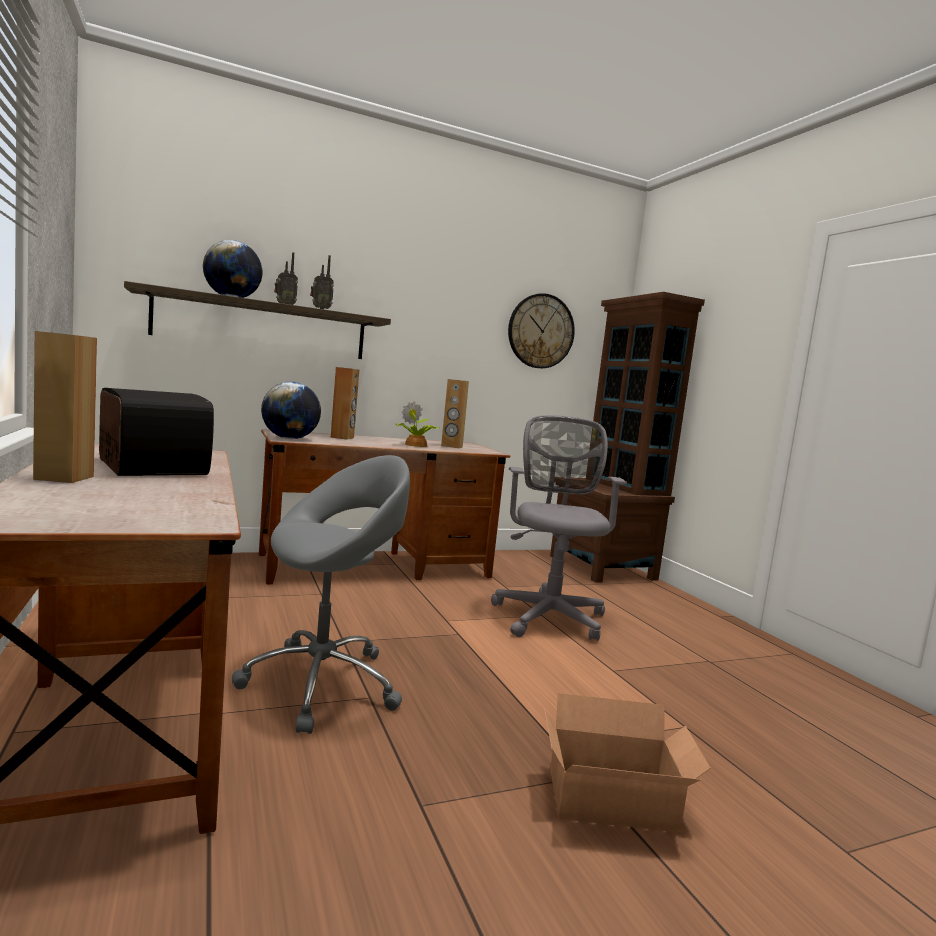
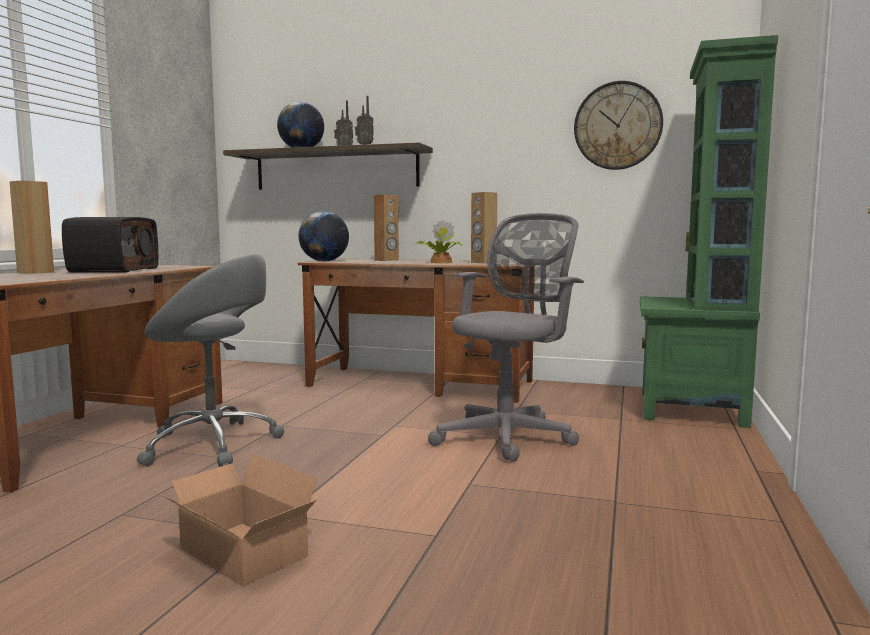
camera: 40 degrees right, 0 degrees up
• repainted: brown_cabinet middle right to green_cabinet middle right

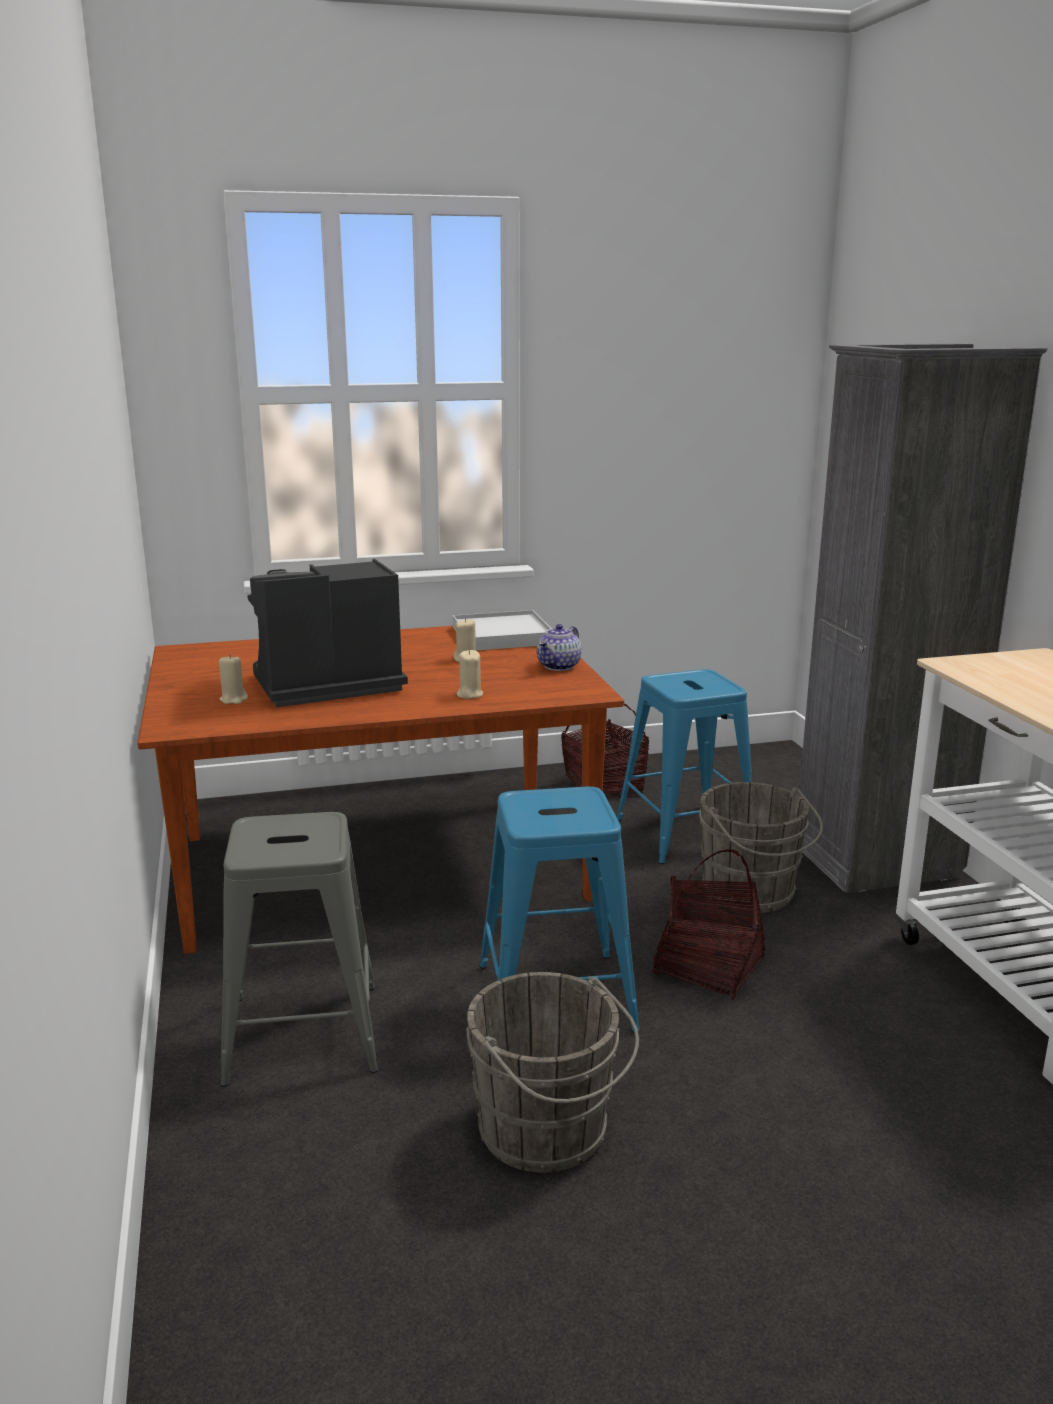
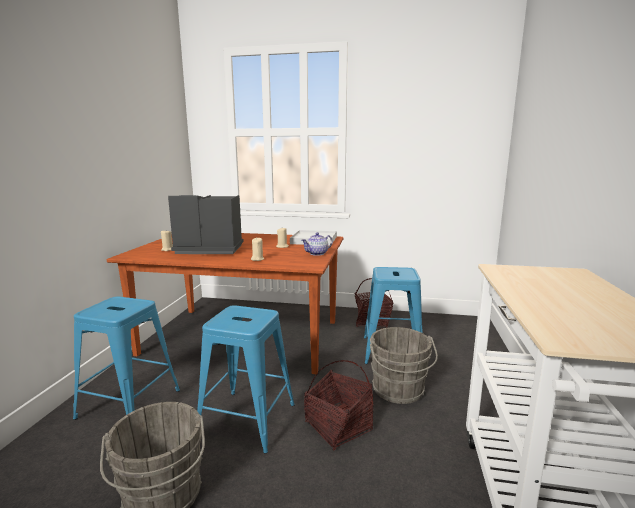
camera: 25 degrees right, 5 degrees down
• repainted: grey_stool bottom left to blue_stool (no. 1 from left) bottom left
• gone: grey_cabinet middle right

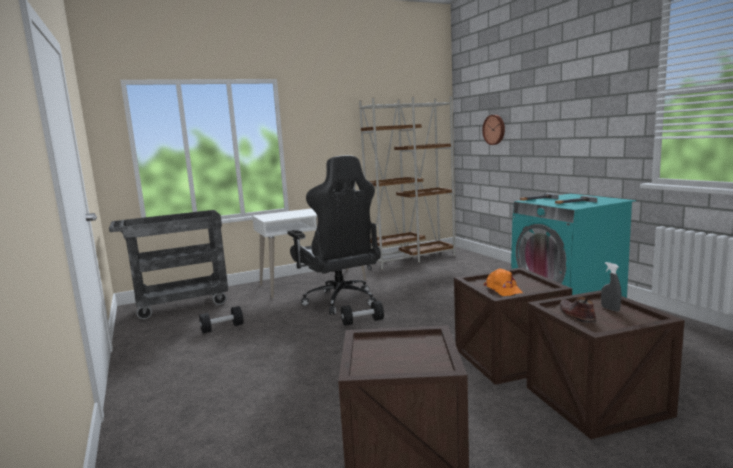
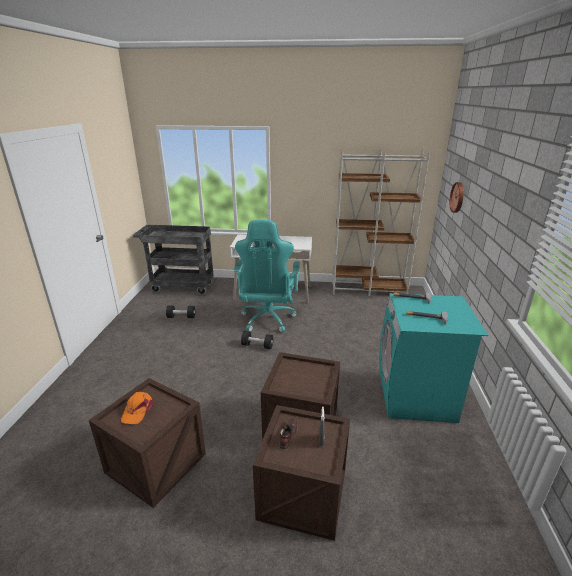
camera: 30 degrees right, 15 degrees up
• repainted: black_office_chair centre to turquoise_office_chair centre
• shifted: orange_cap middle right to bottom left

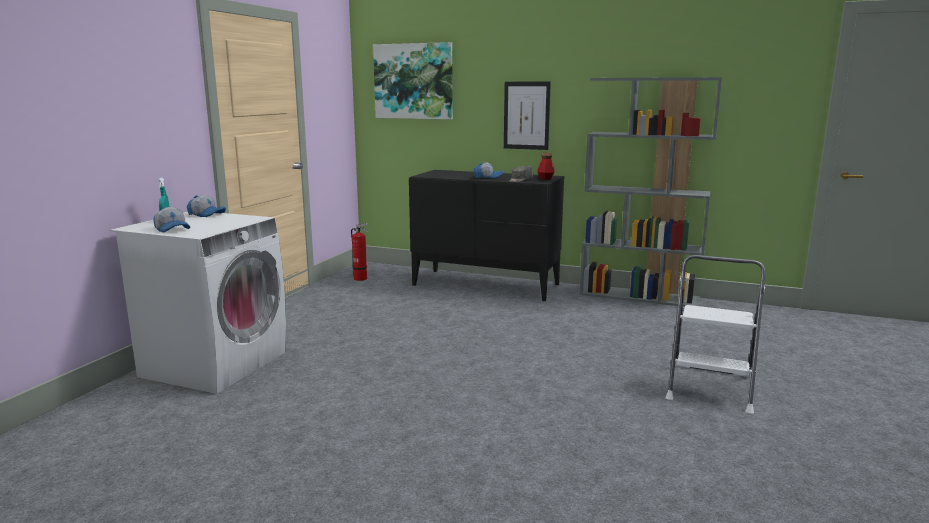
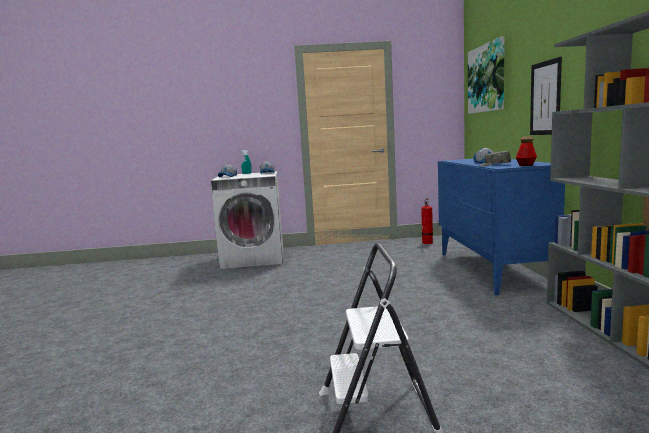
camera: 65 degrees right, 5 degrees down
• repainted: black_cabinet centre to blue_cabinet middle right

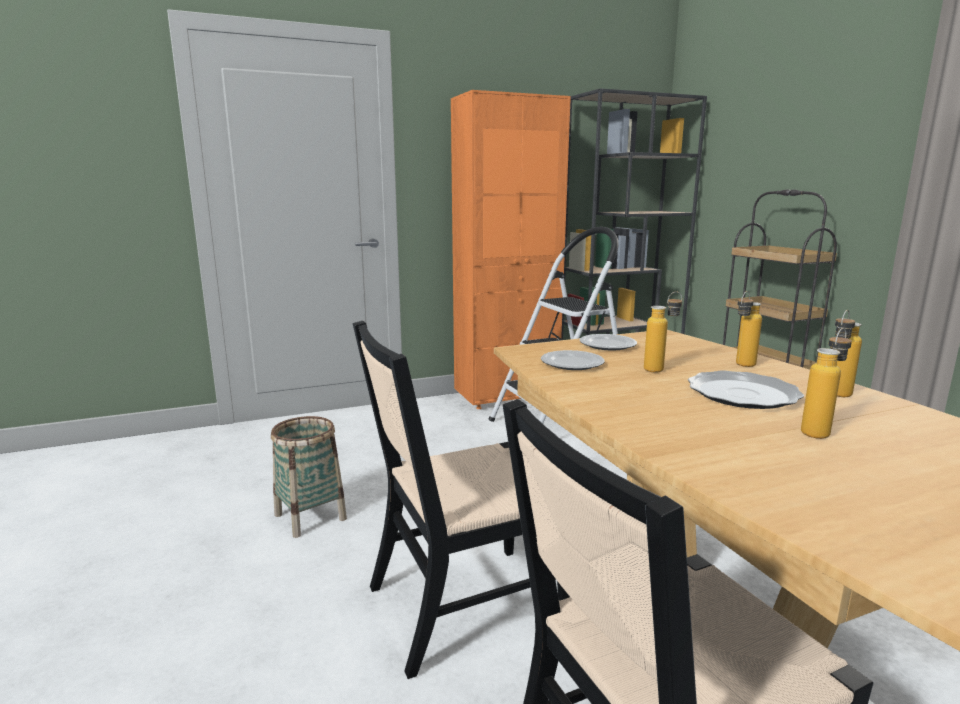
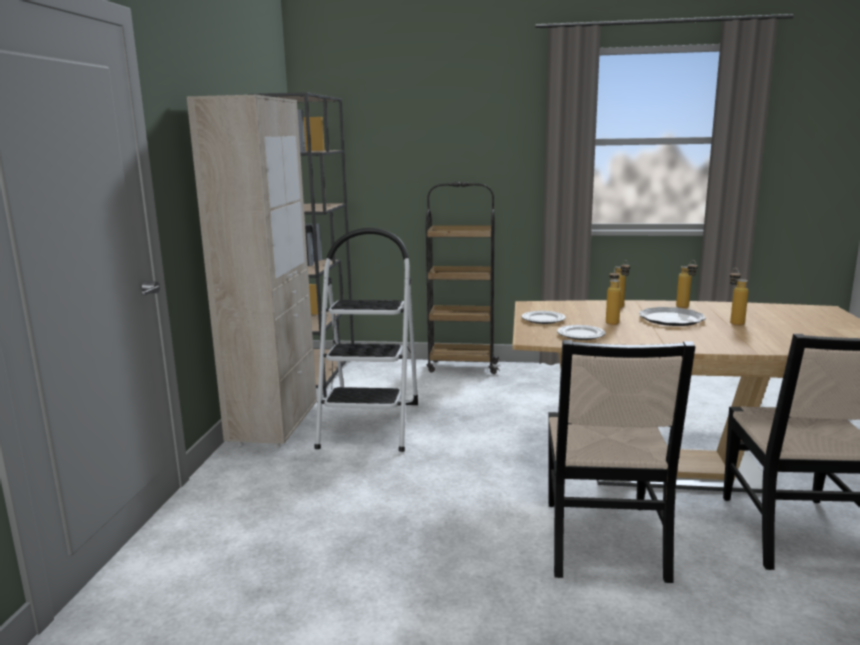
camera: 60 degrees left, 0 degrees up
• gone: basket bottom left
• repainted: orange_cabinet centre to beige_cabinet middle left

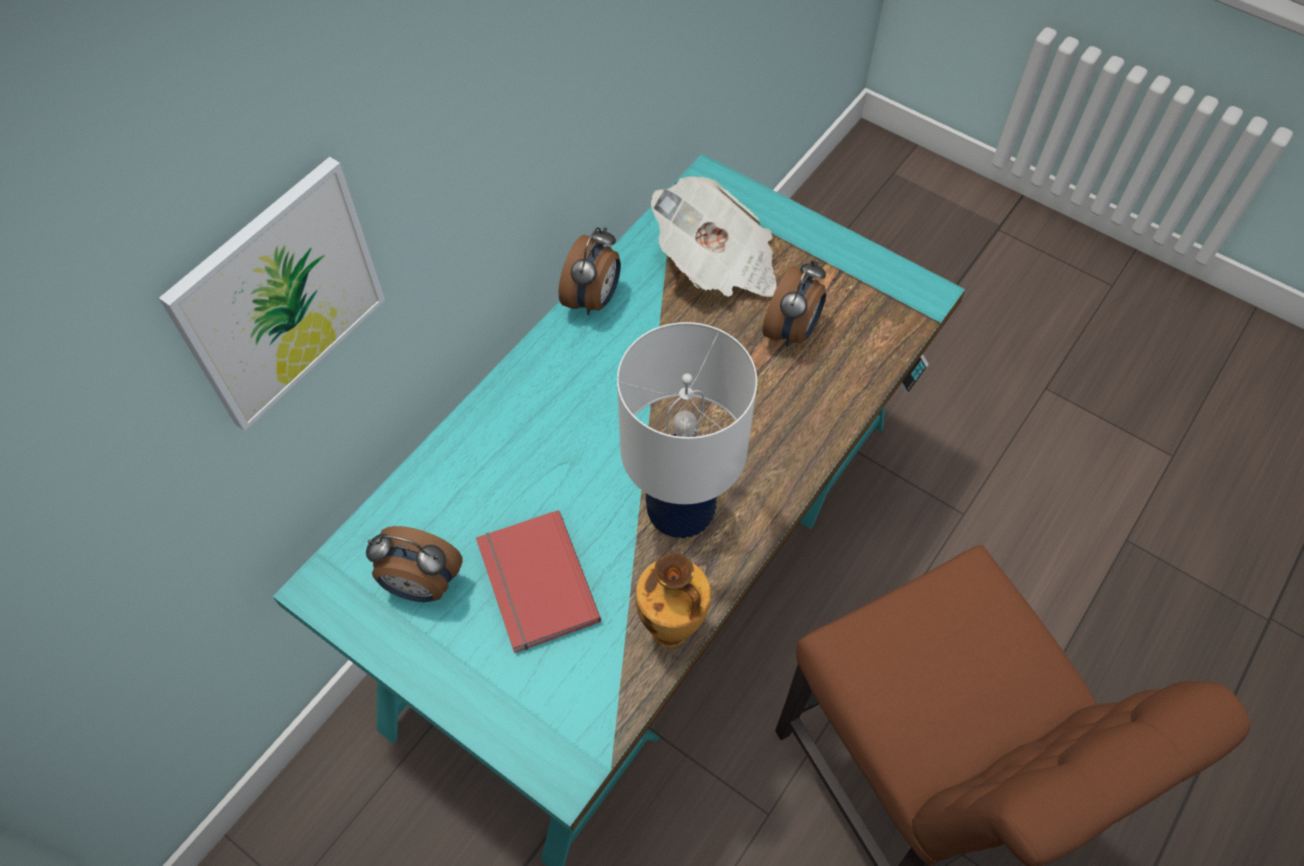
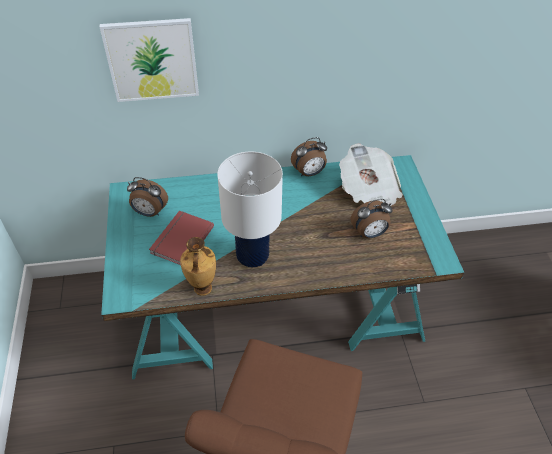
camera: 45 degrees right, 10 degrees down
• rotated: alarm_clock (no. 1 from left) middle left = middle left 45 degrees counterclockwise

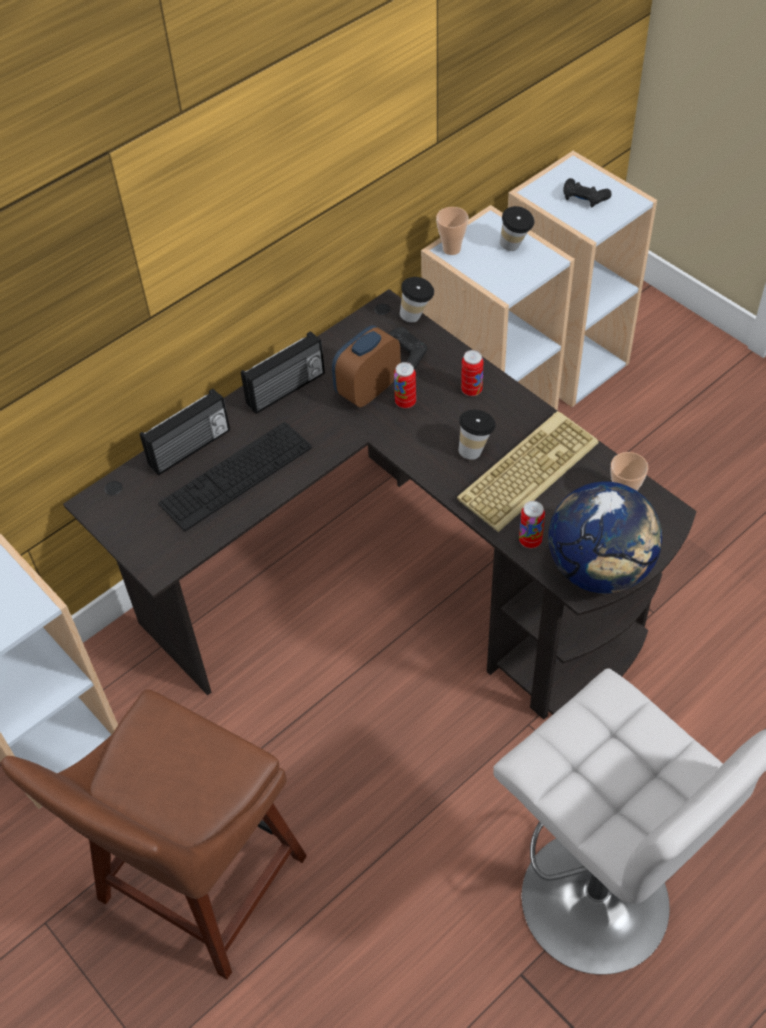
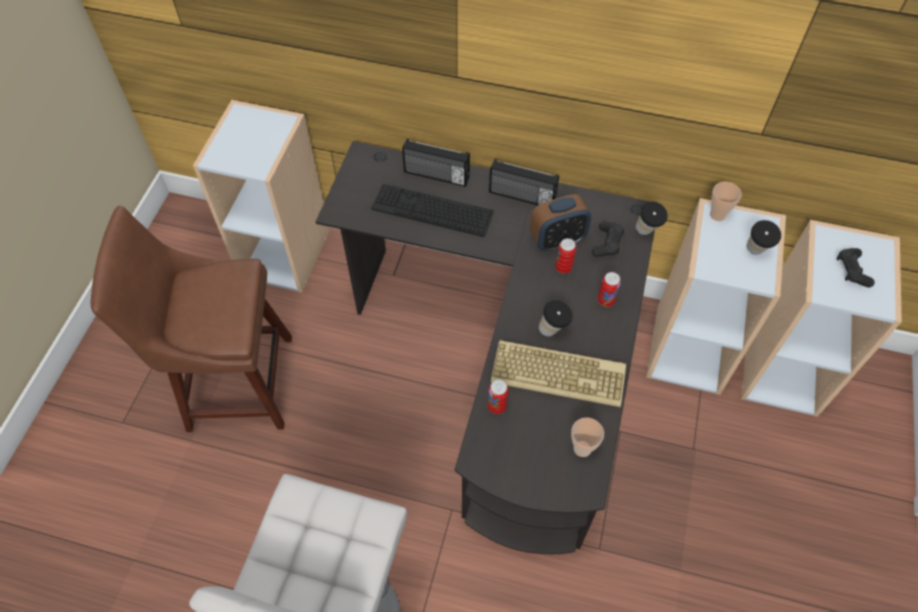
camera: 55 degrees right, 5 degrees up
• rotated: alarm_clock centre = centre 150 degrees clockwise
• gone: globe middle right

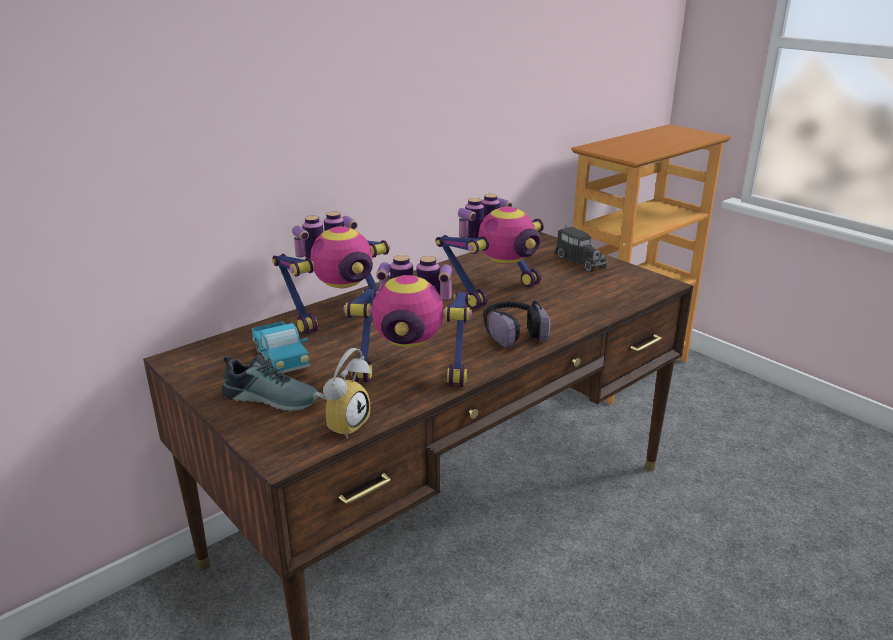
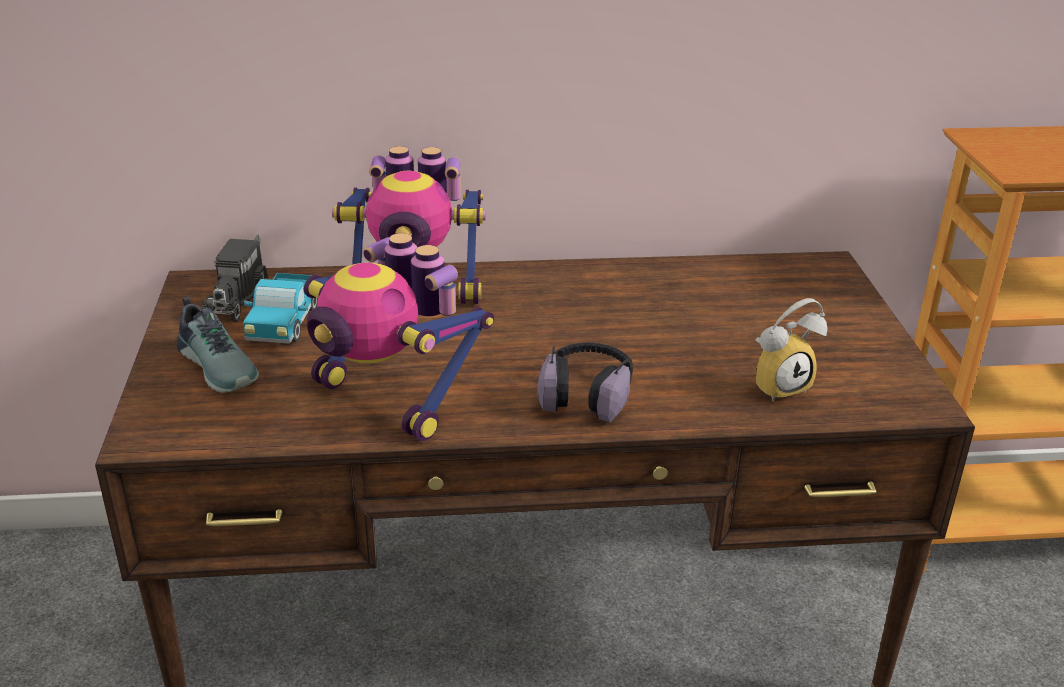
camera: 35 degrees right, 5 degrees up
• shifted: alarm_clock centre to middle right
• gone: toy_robot (no. 3 from left) centre
• shifted: toy_truck (no. 2 from left in the first image) centre to toy_truck (no. 1 from left) middle left

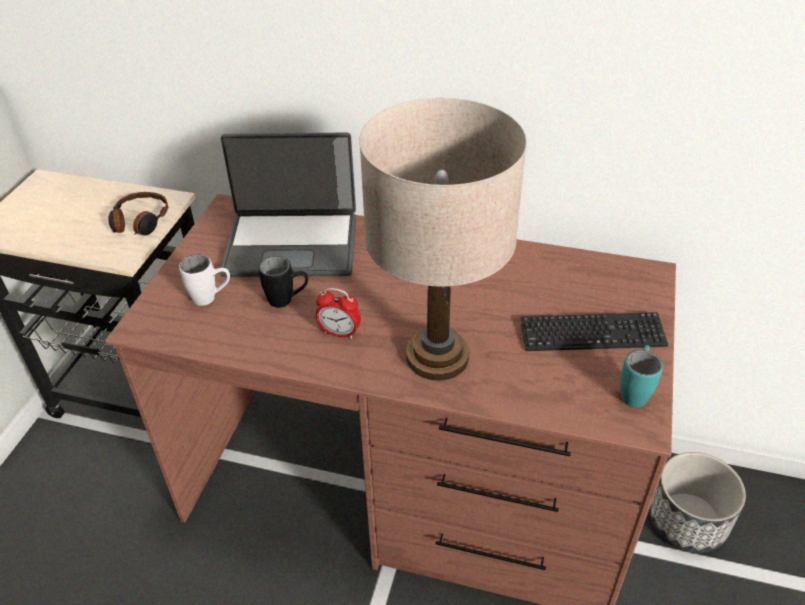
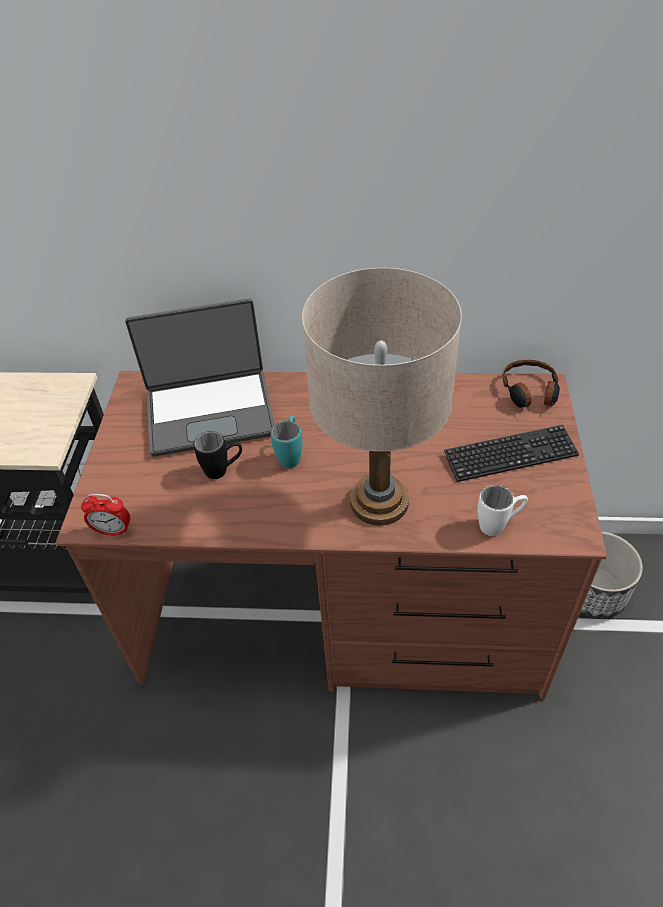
camera: 10 degrees left, 5 degrees up
• shifted: headphones middle left to middle right
• shifted: white_mug middle left to middle right
• shifted: alarm_clock centre to middle left
• shifted: turquoise_mug middle right to centre

